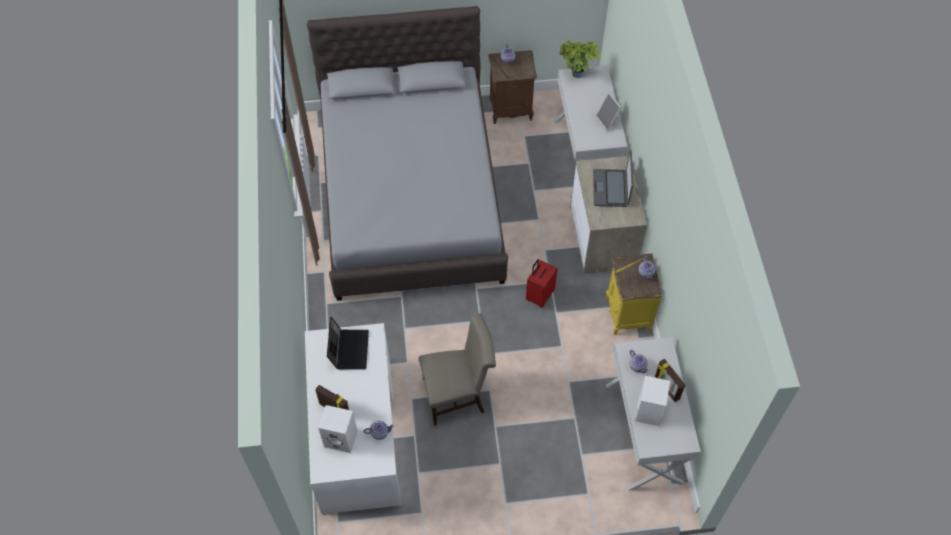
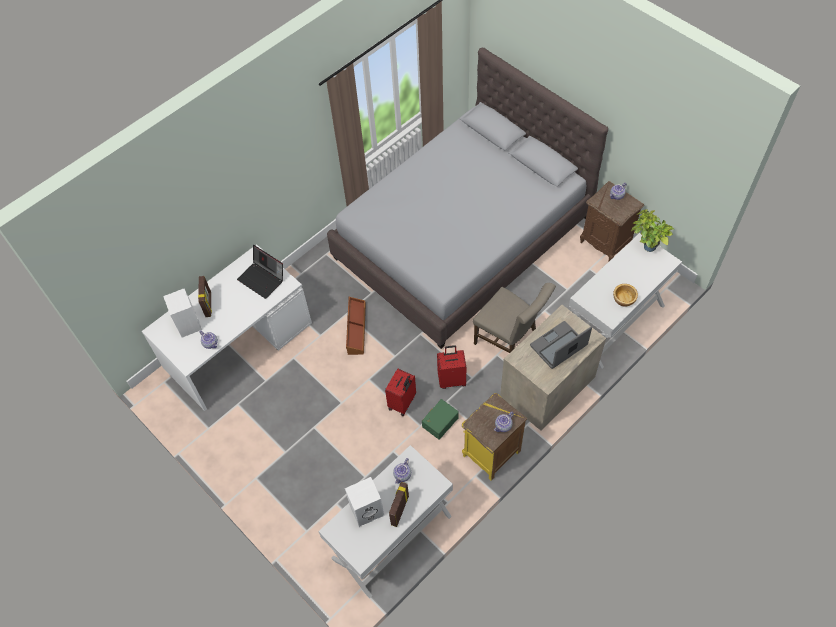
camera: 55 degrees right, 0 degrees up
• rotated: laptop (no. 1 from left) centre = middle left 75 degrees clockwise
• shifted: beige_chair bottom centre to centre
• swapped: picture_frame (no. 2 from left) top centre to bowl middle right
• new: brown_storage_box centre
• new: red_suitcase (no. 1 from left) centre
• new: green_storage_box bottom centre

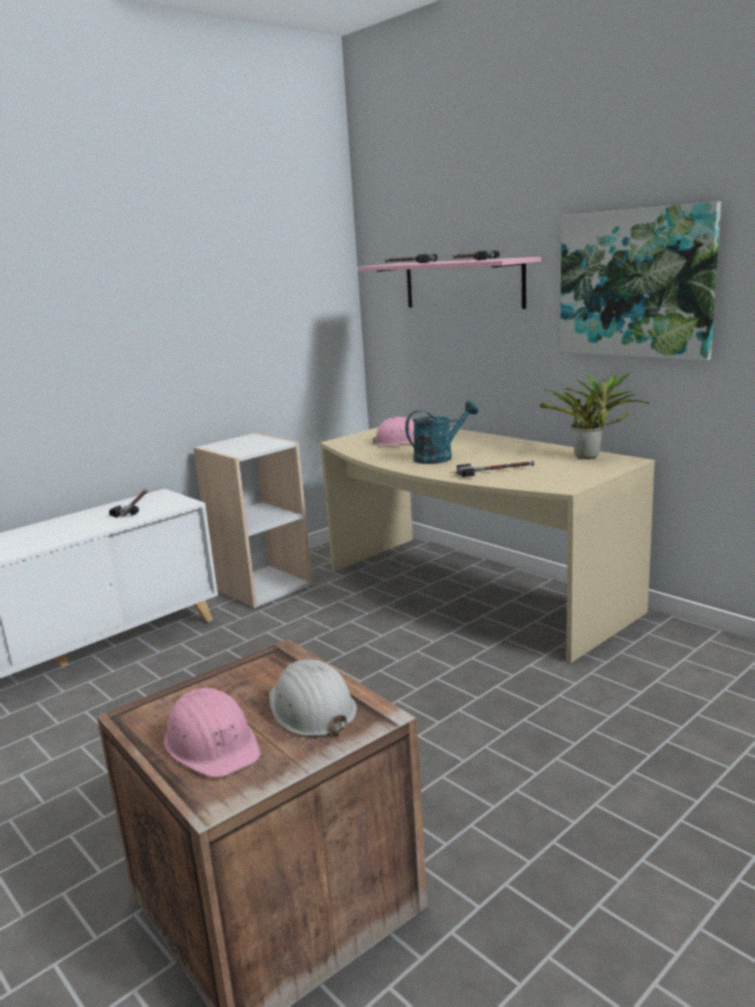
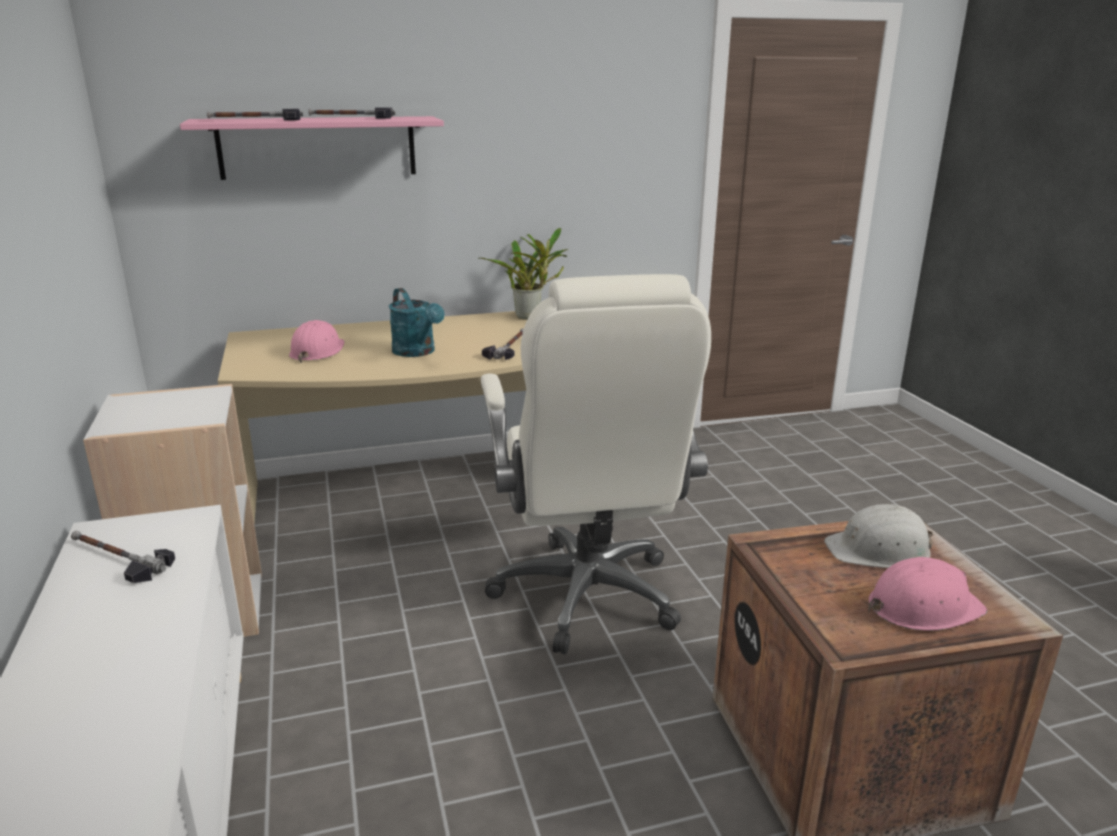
camera: 65 degrees left, 5 degrees up
• rotated: turquoise_watering_can centre = centre 150 degrees clockwise
• gone: picture top right
• new: white_office_chair centre

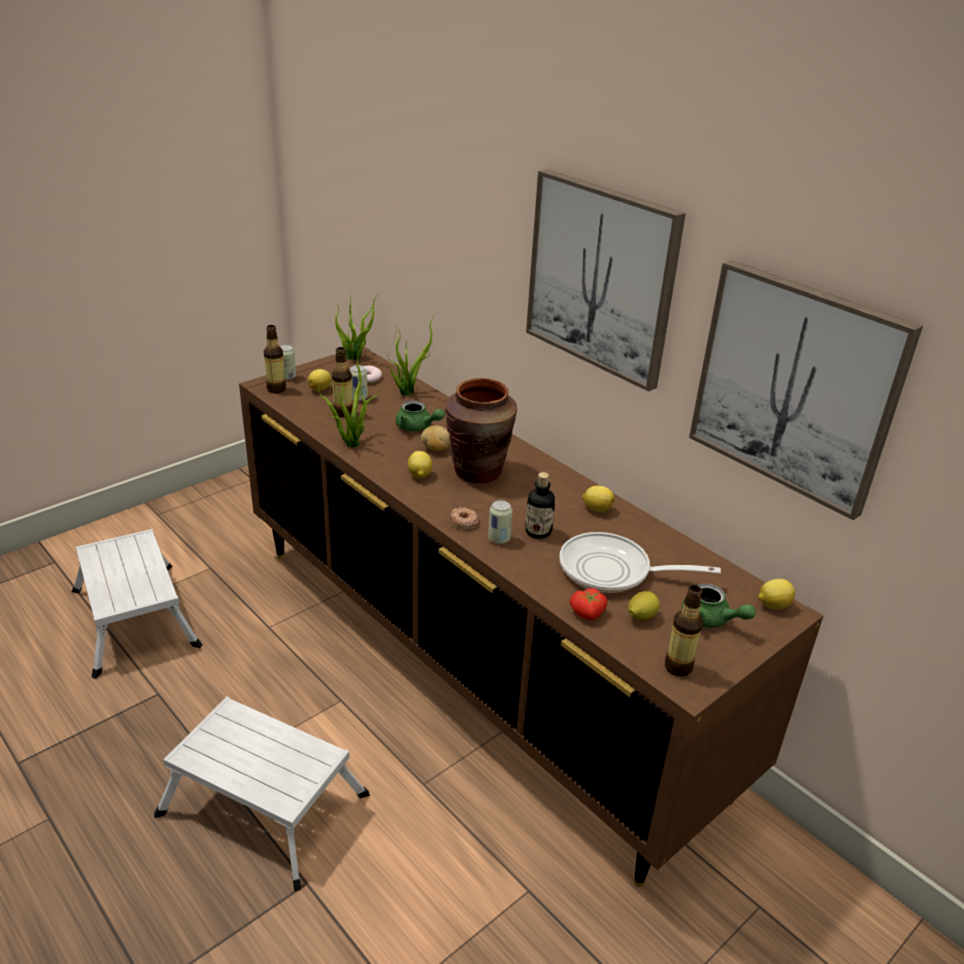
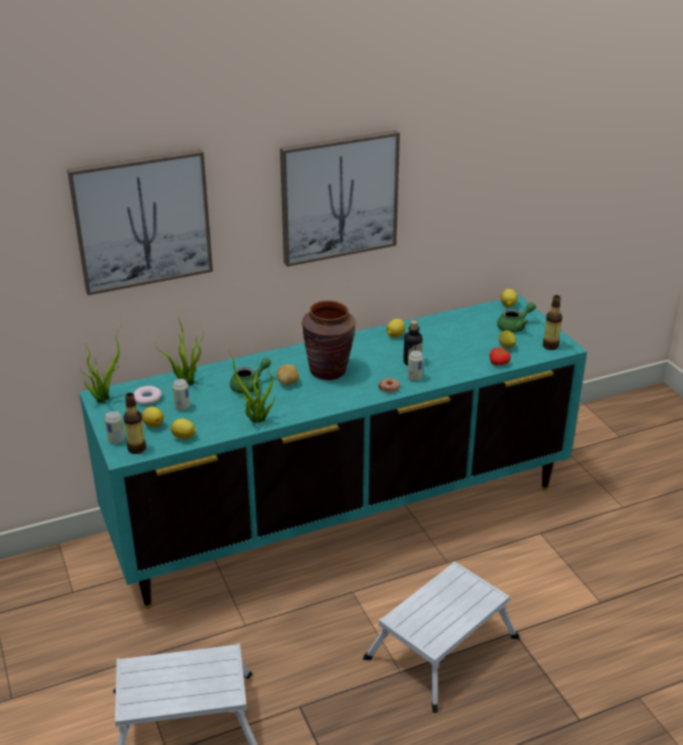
camera: 70 degrees left, 0 degrees up
• repainted: brown_cabinet centre to turquoise_cabinet centre
• gone: bottle (no. 2 from left) centre
• shifted: lemon (no. 2 from left) centre to middle left
• gone: frying_pan centre
• shifted: picture (no. 2 from left in the first image) middle right to picture (no. 1 from left) top left

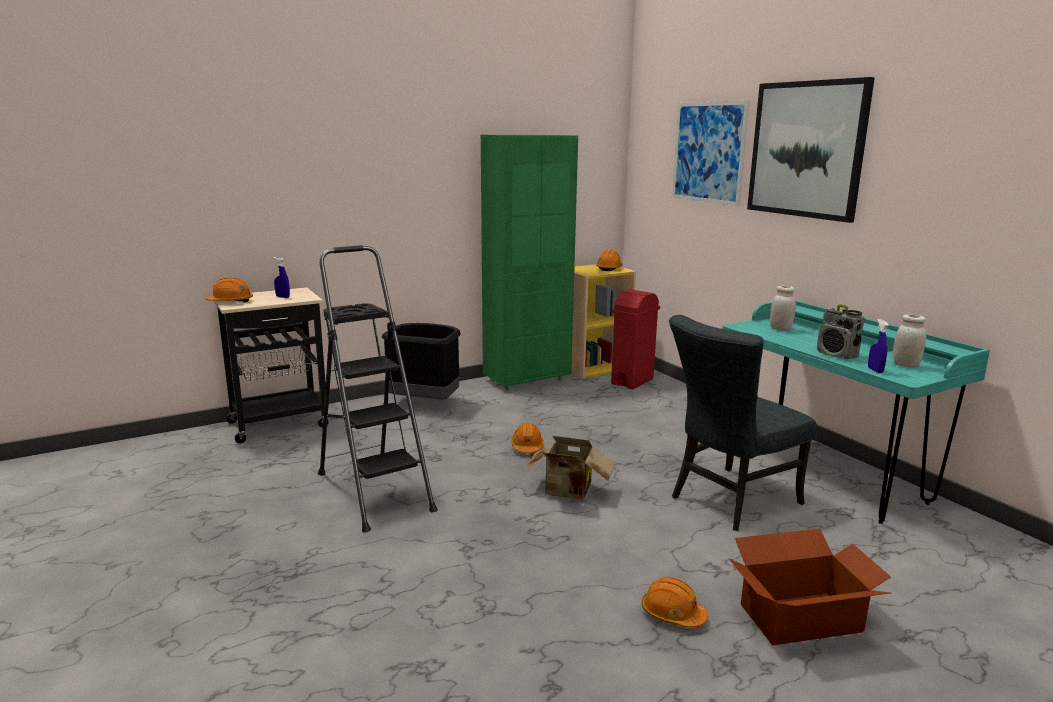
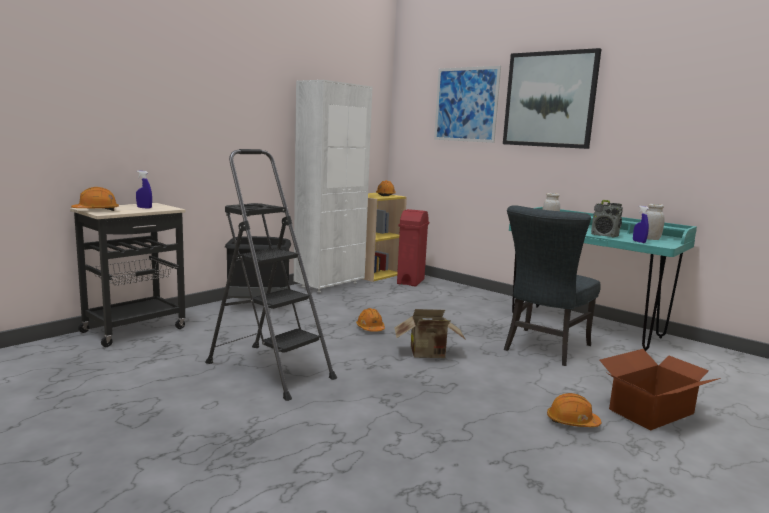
camera: 20 degrees left, 5 degrees down
• repainted: green_cabinet centre to white_cabinet centre

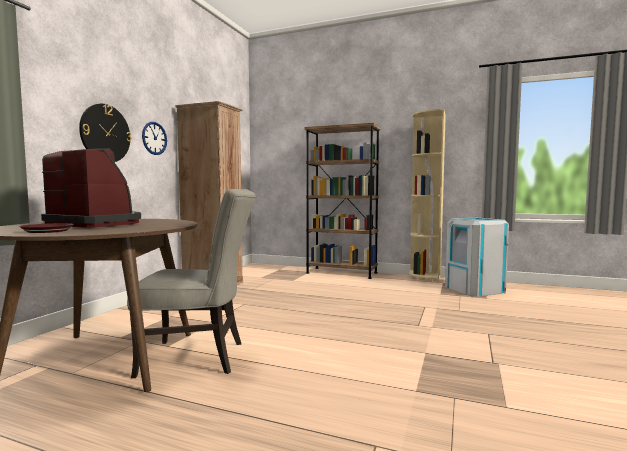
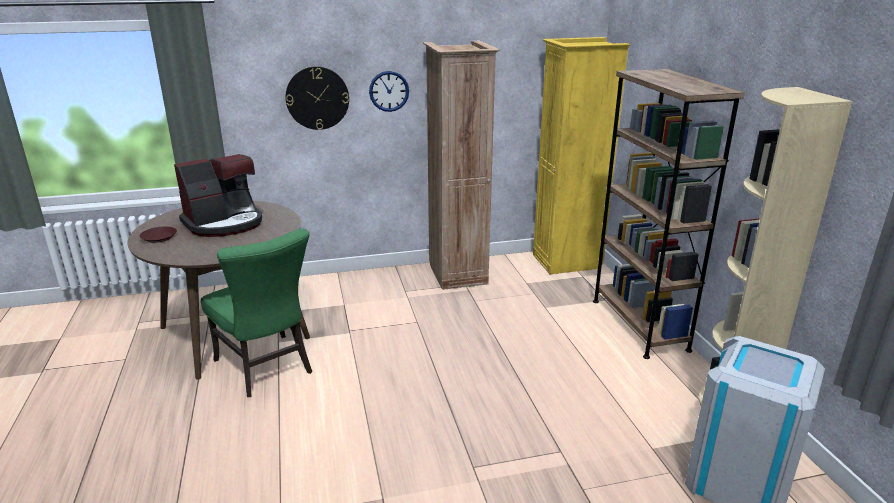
camera: 55 degrees right, 20 degrees up
• rotated: coffee_machine middle left = middle left 60 degrees clockwise
• repainted: grey_chair middle left to green_chair middle left
• new: yellow_cabinet top centre

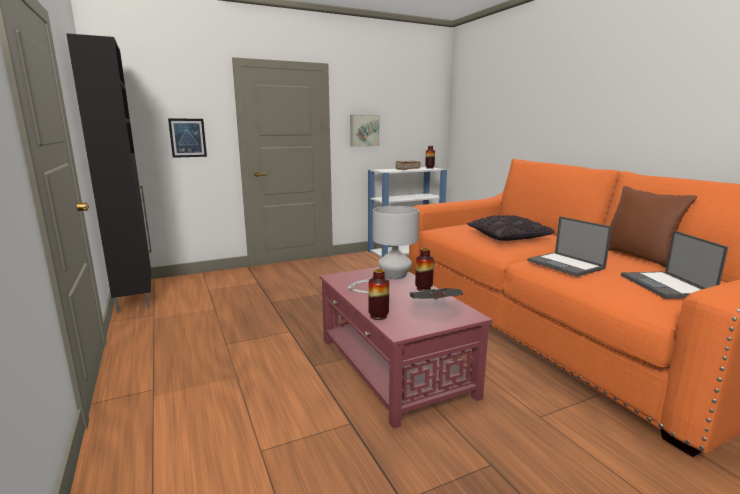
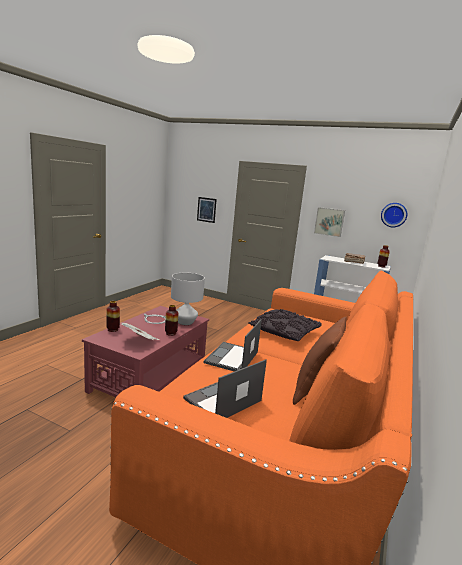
camera: 50 degrees right, 0 degrees up
• gone: black_cabinet middle left
• new: wall_clock middle right

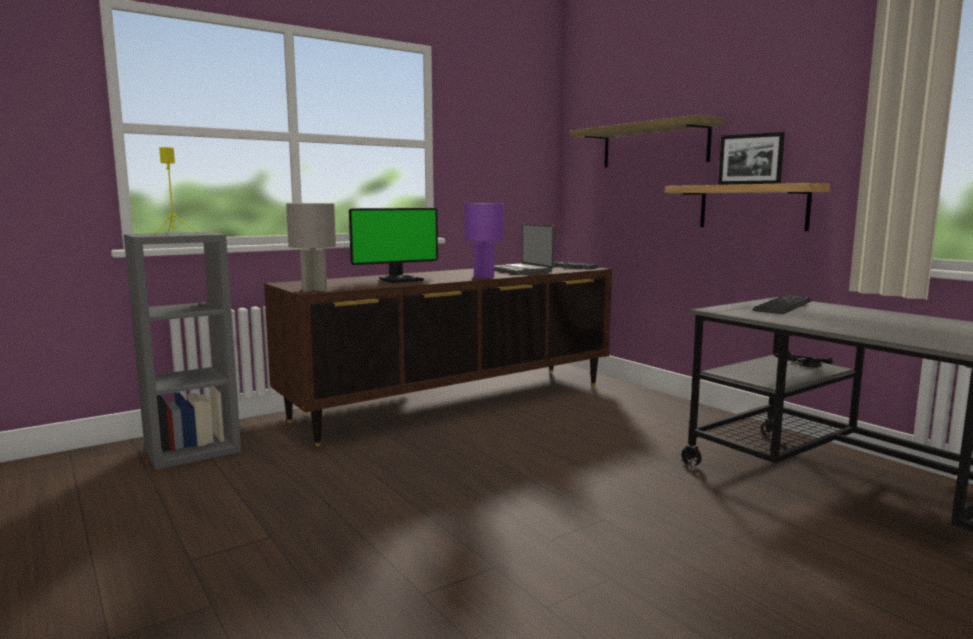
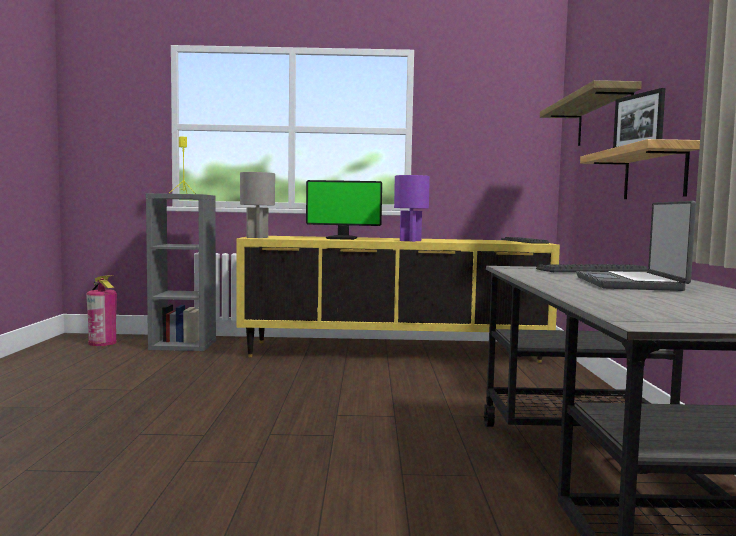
camera: 35 degrees right, 5 degrees down
• repainted: brown_cabinet centre to yellow_cabinet centre
• shifted: laptop centre to middle right
• new: fire_extinguisher middle left

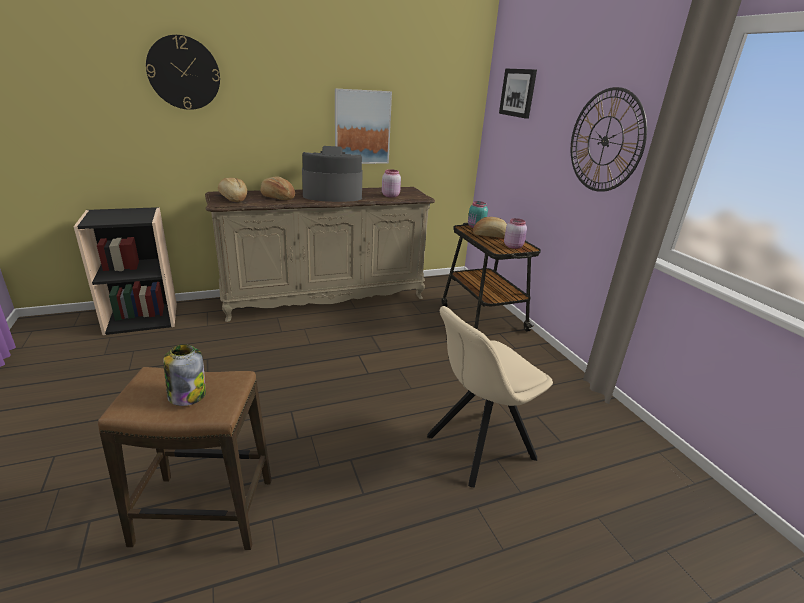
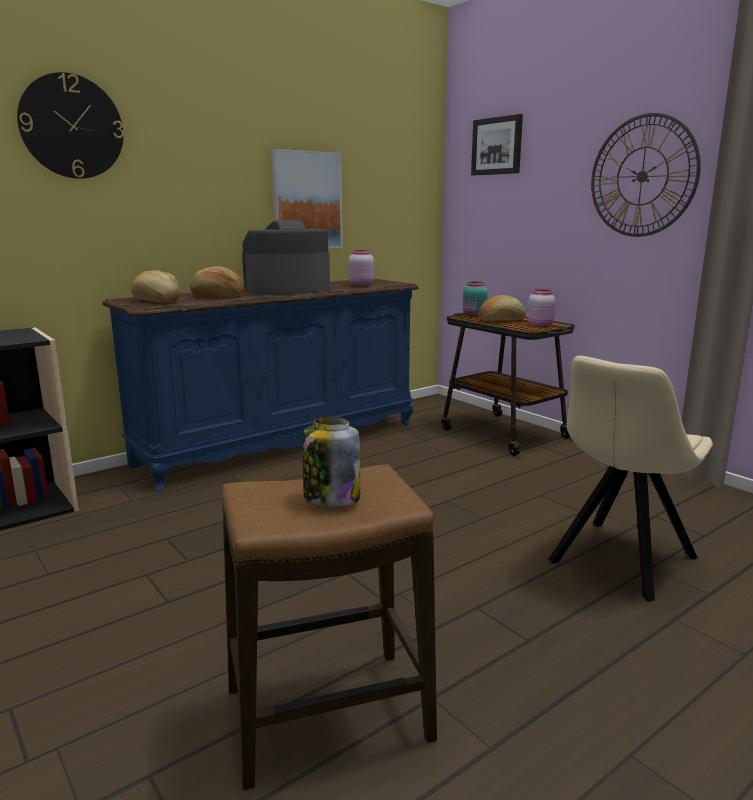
camera: 15 degrees left, 10 degrees down
• repainted: beige_cabinet centre to blue_cabinet centre

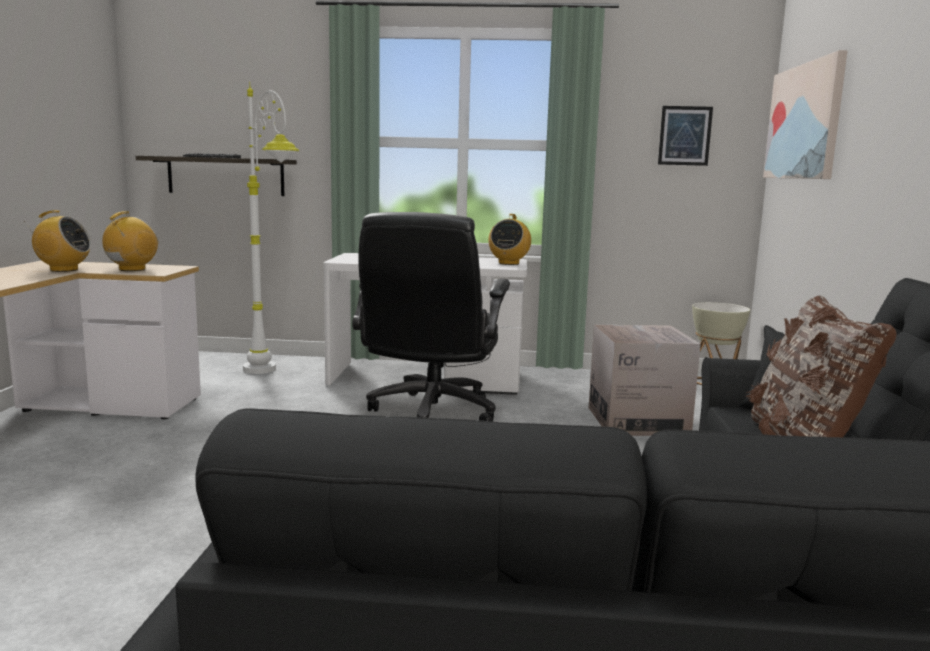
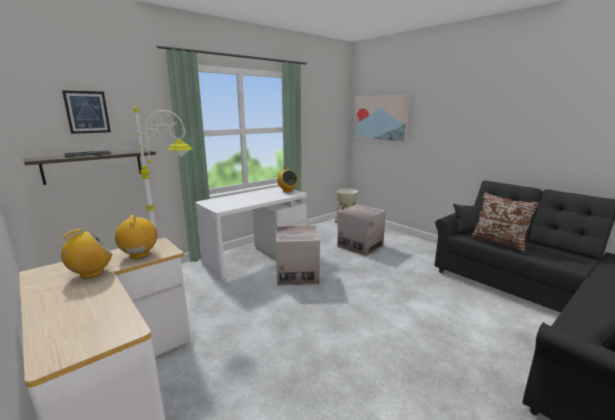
camera: 45 degrees left, 5 degrees up
• swapped: black_office_chair centre to cardboard_box (no. 1 from left) centre
• shifted: picture (no. 1 from left) top right to top left

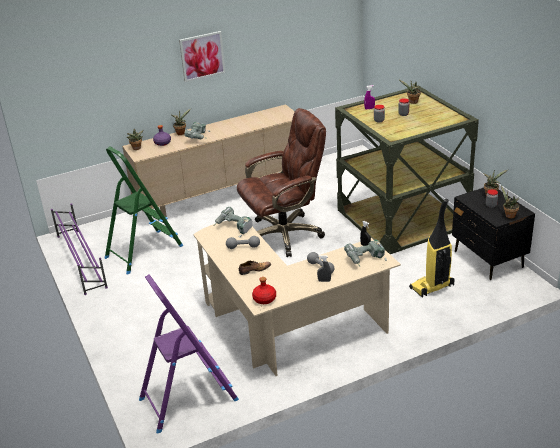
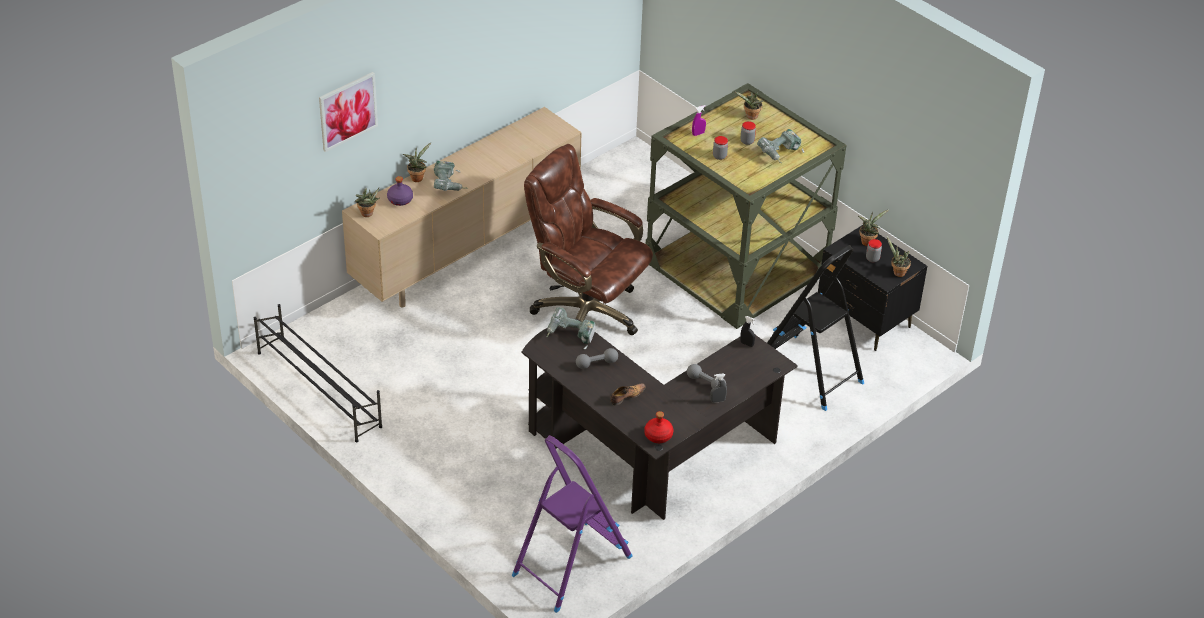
camera: 20 degrees left, 10 degrees up
• repainted: purple_shoe_rack middle left to black_shoe_rack middle left
• gone: green_step_ladder middle left
• shifted: picture top centre to top left
• repainted: beige_desk centre to black_desk bottom centre
• rotated: brown_office_chair centre = centre 105 degrees counterclockwise
• shifted: power_drill (no. 3 from left) centre to top centre
• swapped: vacuum_cleaner middle right to black_step_ladder middle right

